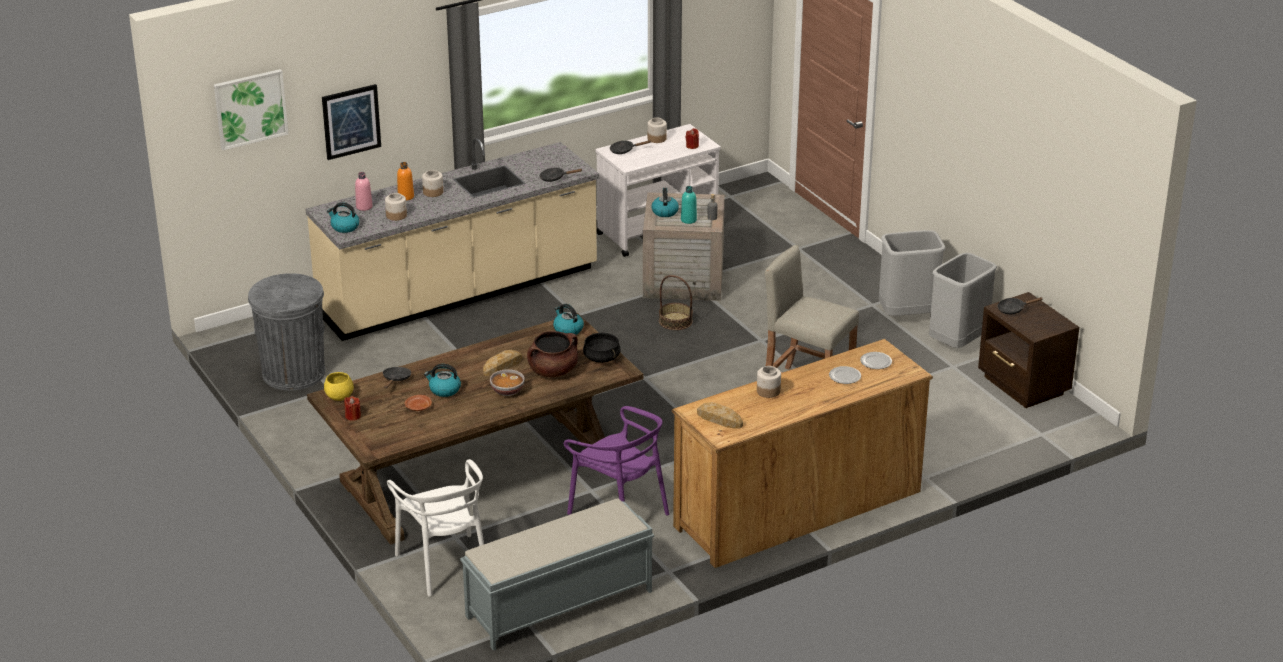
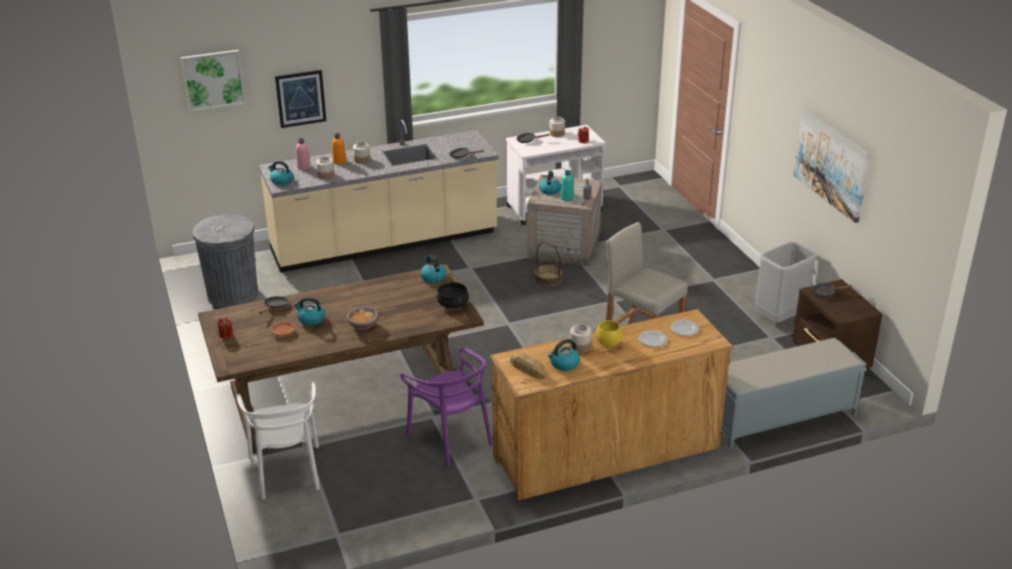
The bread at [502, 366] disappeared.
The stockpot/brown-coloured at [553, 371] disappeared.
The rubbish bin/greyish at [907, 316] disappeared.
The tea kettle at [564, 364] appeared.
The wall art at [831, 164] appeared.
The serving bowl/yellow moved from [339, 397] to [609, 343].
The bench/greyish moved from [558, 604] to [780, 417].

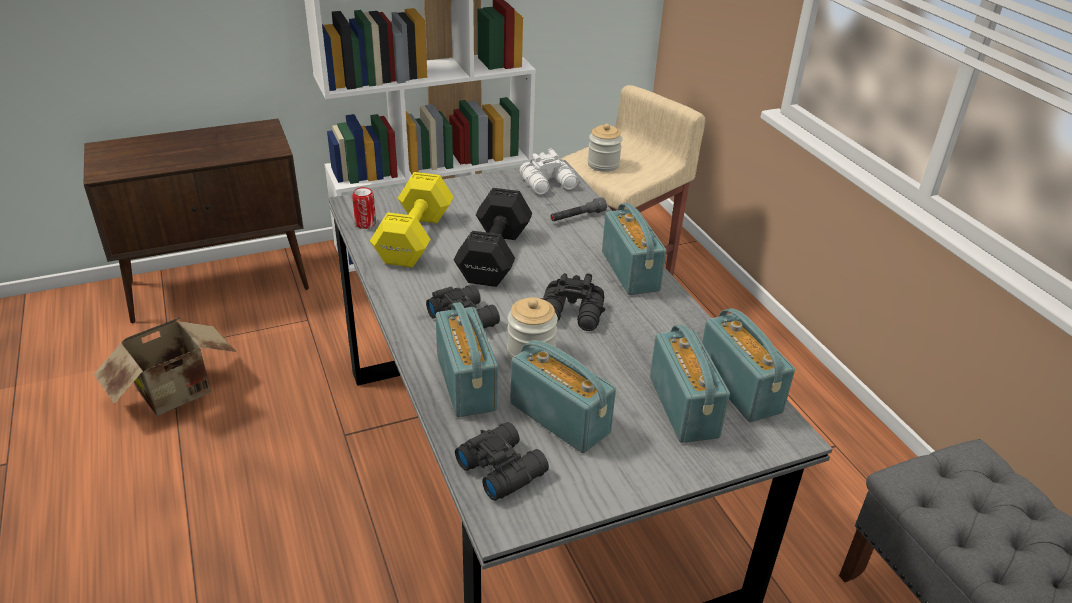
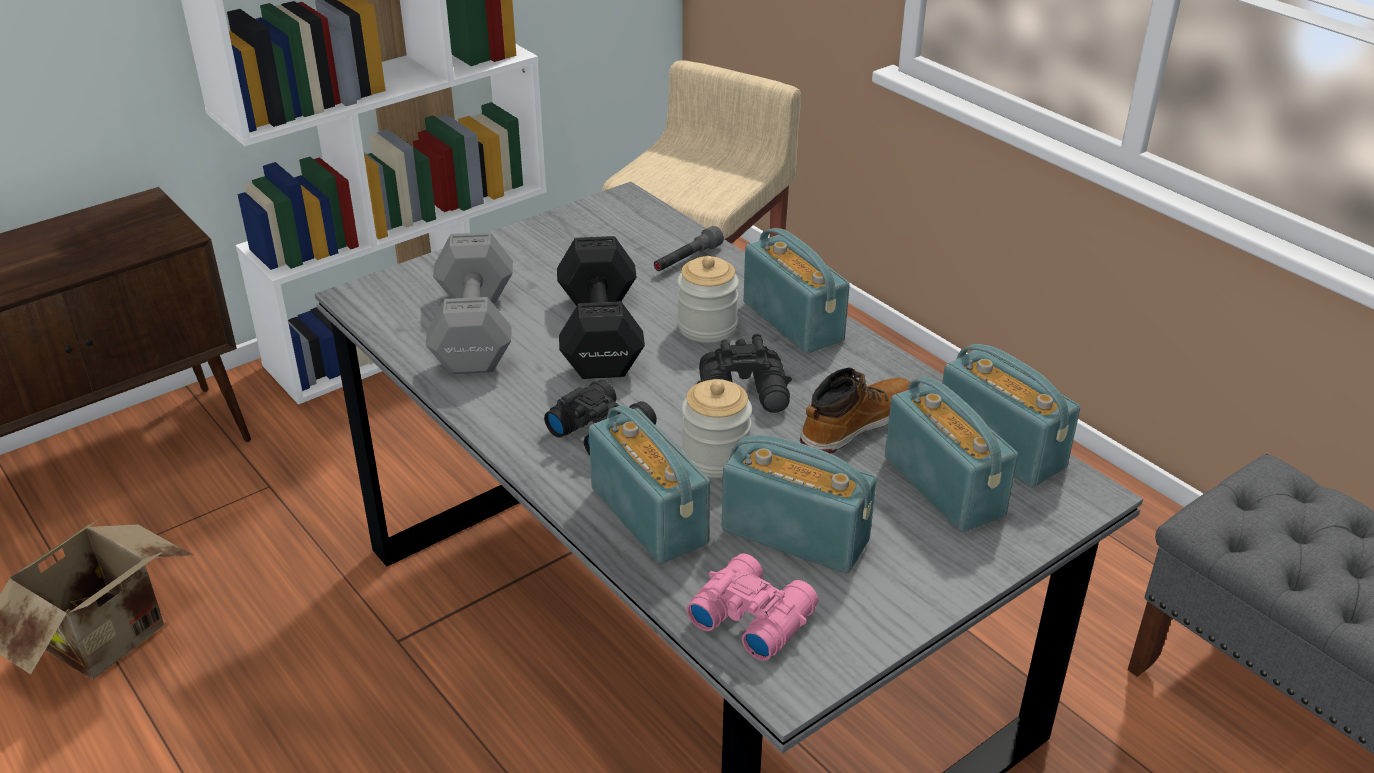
The can at [365, 224] disappeared.
The field glasses/white-coloured at [549, 184] disappeared.
The high-top boot at [855, 424] appeared.
The storage jar moved from [603, 165] to [707, 327].
The free weight/yellow at [412, 239] became the free weight/greyish at [472, 332].
The field glasses/blackish at [502, 467] became the field glasses/pink-coloured at [751, 616].

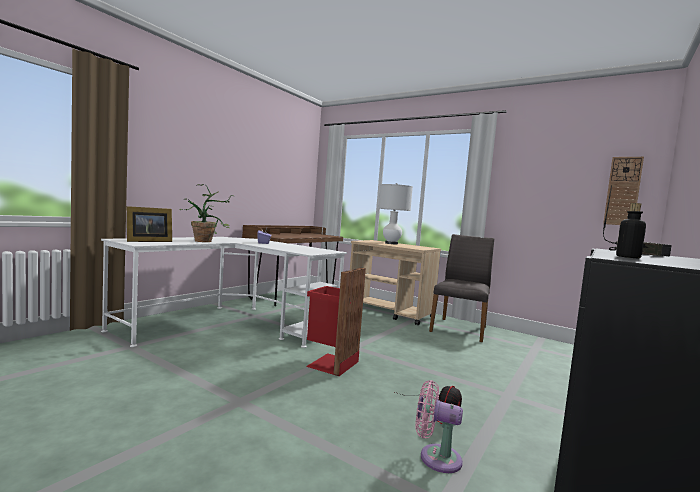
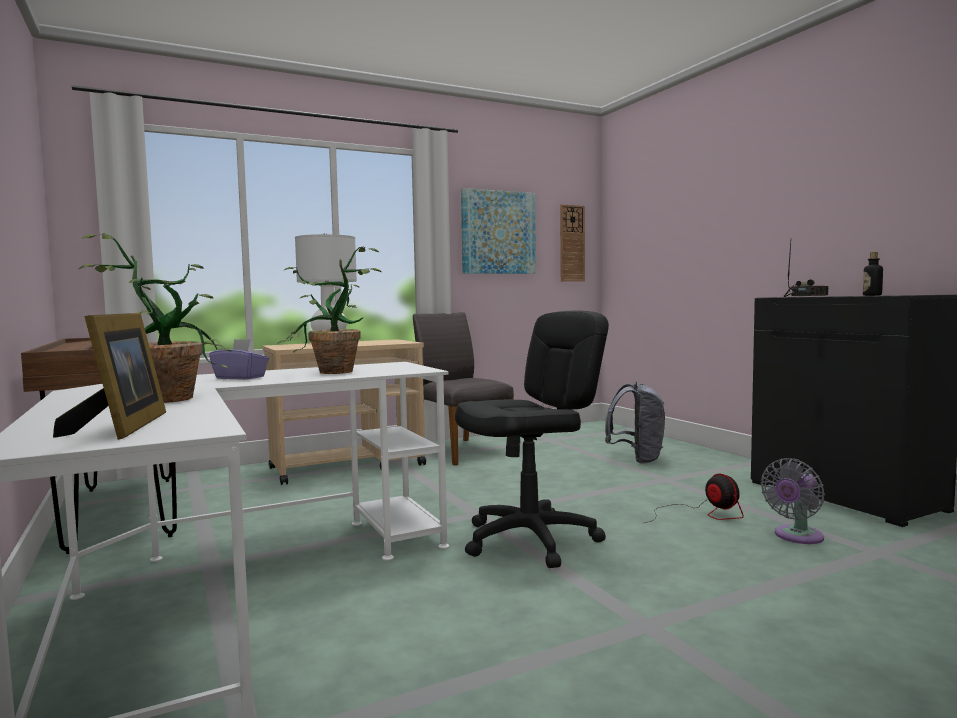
The plant in a pot at [332, 373] appeared.
The wall art at [498, 232] appeared.
The rucksack/greyish at [637, 459] appeared.
The rubbish bin/reddish at [330, 363] was replaced by the computer chair/blackish at [530, 540].
The fan/pink-coloured at [436, 457] became the fan/greyish at [796, 537].

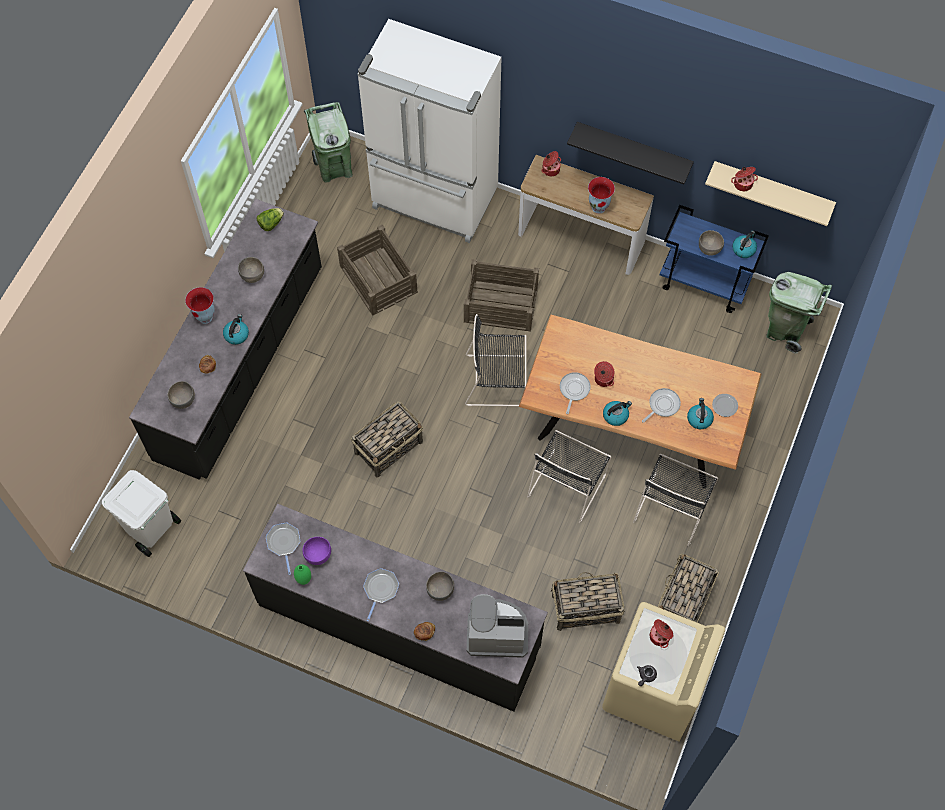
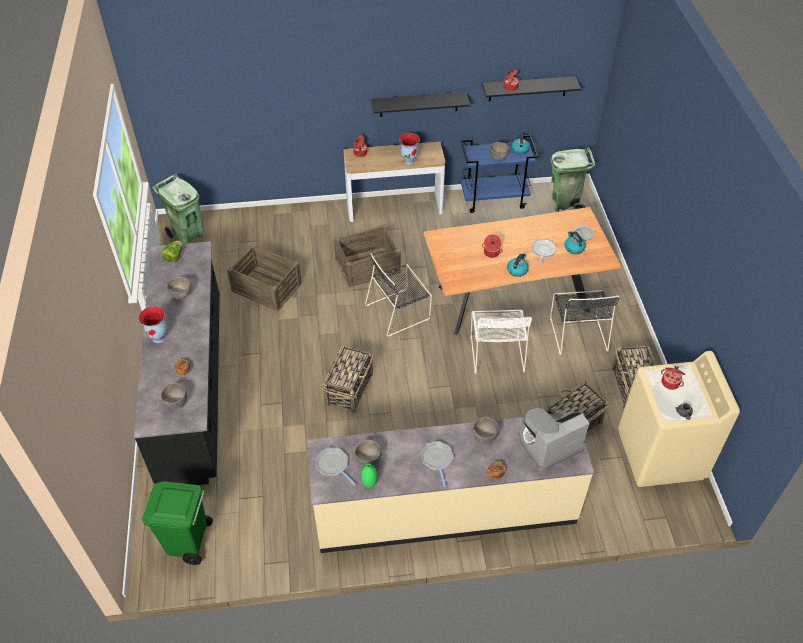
The tea kettle at [236, 334] disappeared.
The kitchen fridge/white-coloured at [434, 201] disappeared.
The skillet at [574, 390] disappeared.
The rubbish bin/white-coloured at [151, 530] became the rubbish bin/green at [188, 542].
The kitchen base unit/blackish at [399, 625] became the kitchen base unit/beige at [444, 508].
The serving bowl/purple at [318, 555] became the serving bowl/greyish at [368, 460].
The chair/blackish at [568, 483] became the chair/white-coloured at [496, 352].
The shelf/beige at [772, 189] became the shelf/blackish at [527, 88].

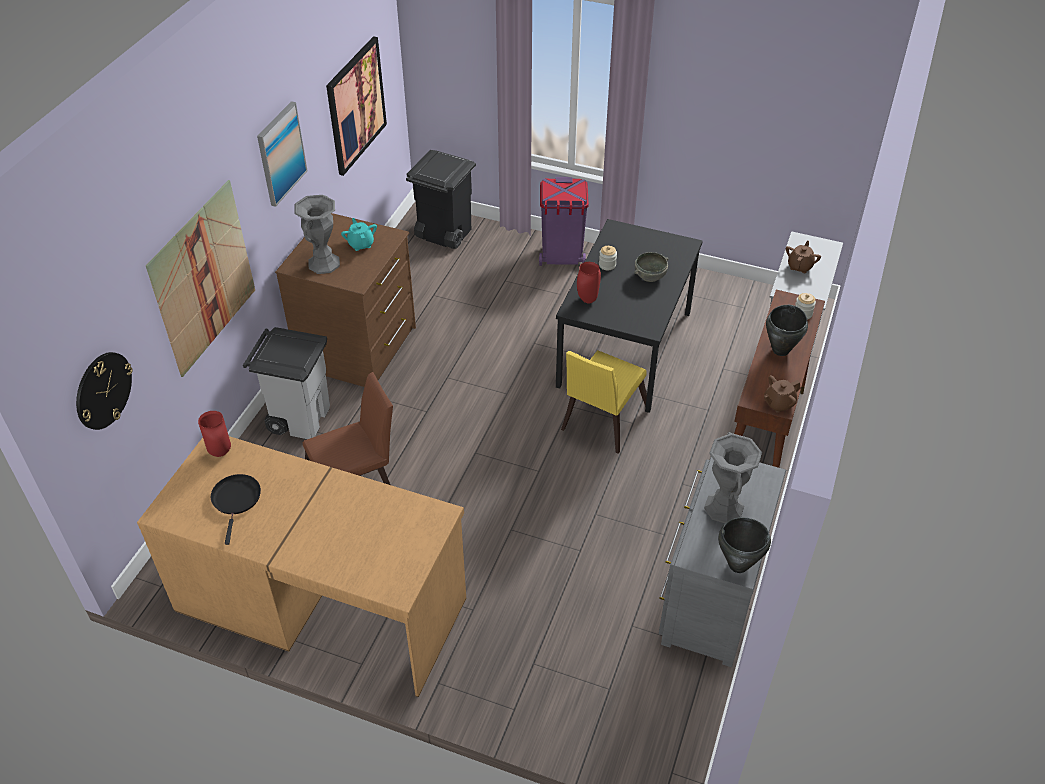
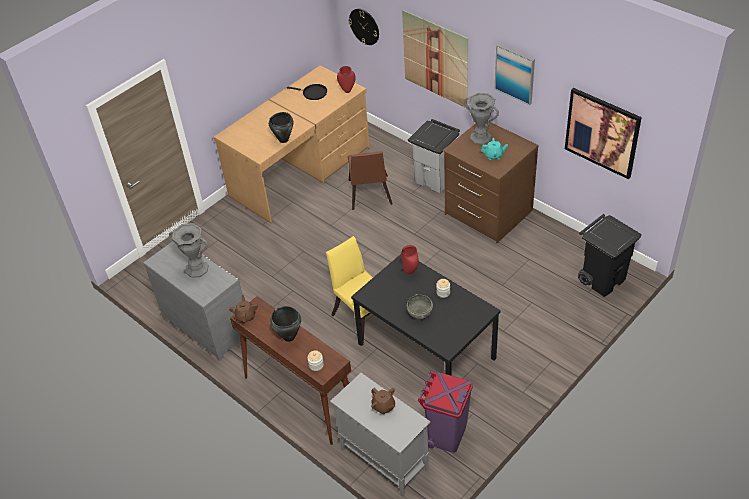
The rubbish bin/purple moved from [562, 257] to [446, 434].
The stockpot/blackish moved from [738, 565] to [283, 139].

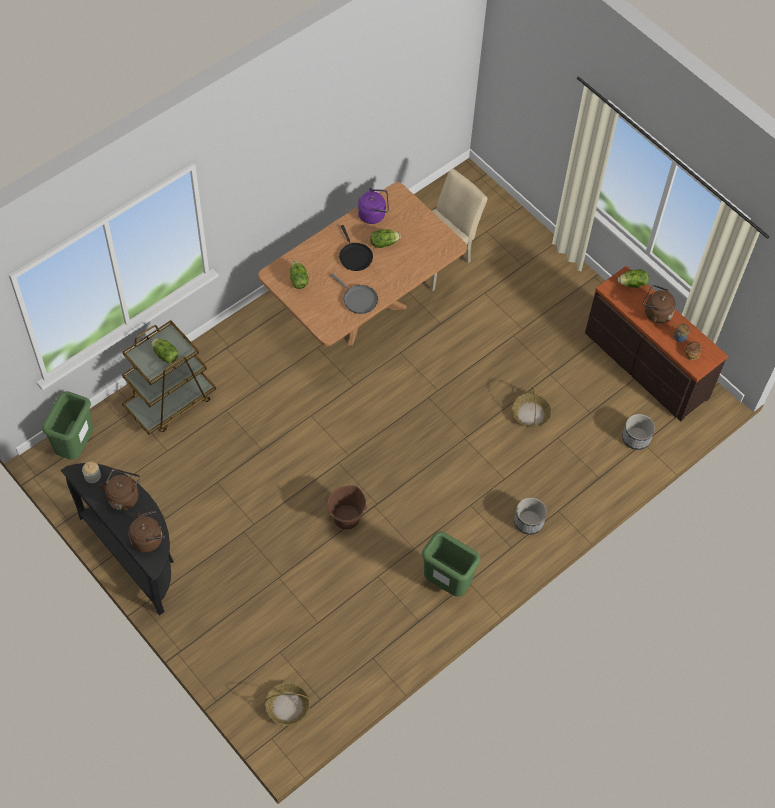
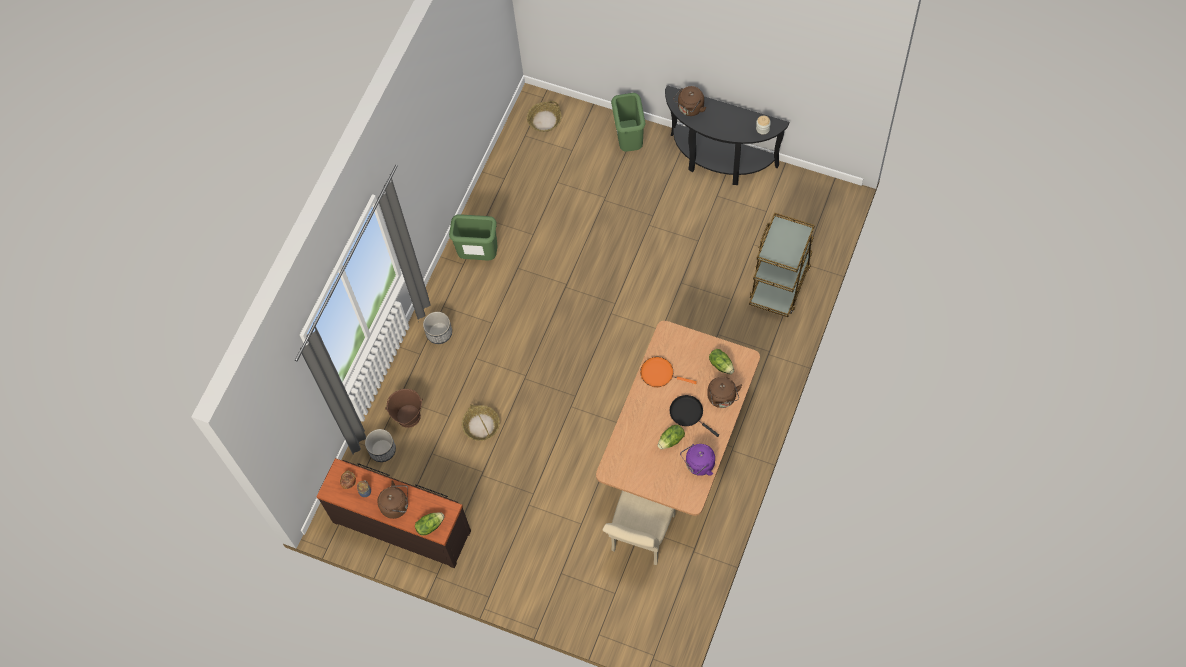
The lettuce head at [165, 355] disappeared.
The rubbish bin/green moved from [75, 446] to [630, 142].
The tea kettle/brown-coloured moved from [123, 496] to [722, 398].
The bucket/brown-coloured moved from [346, 518] to [408, 416].
The skillet/greyish at [358, 299] became the skillet/orange at [659, 374].

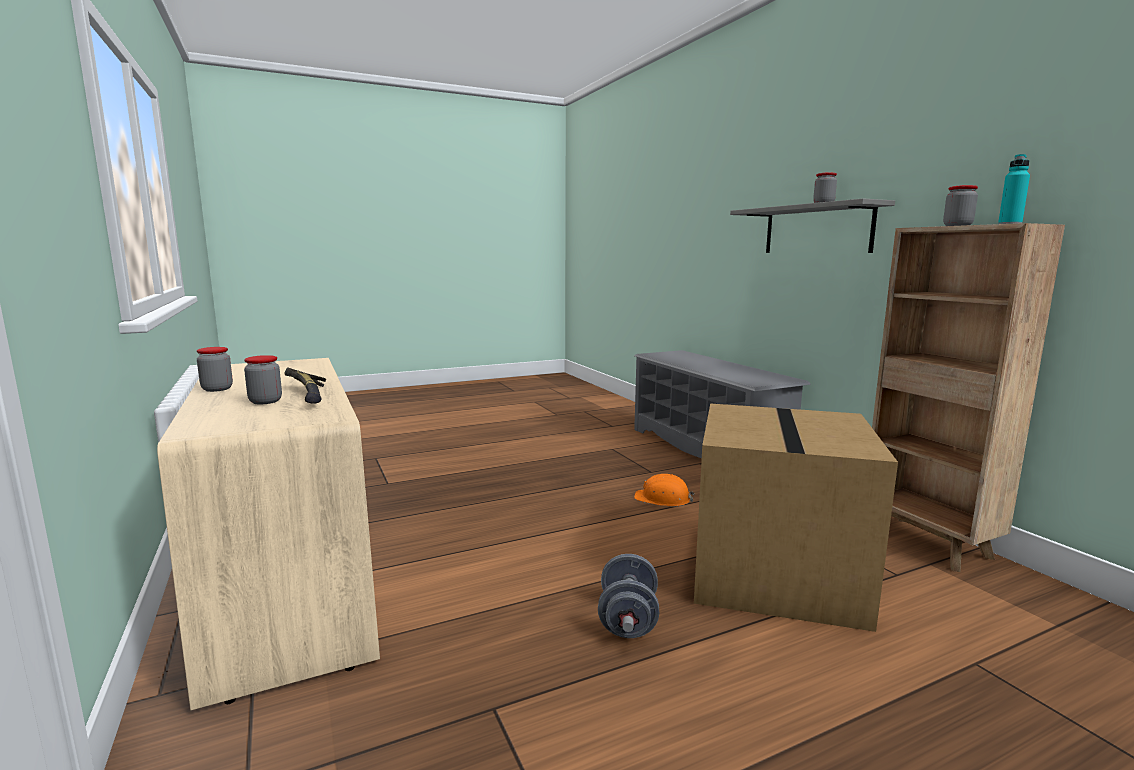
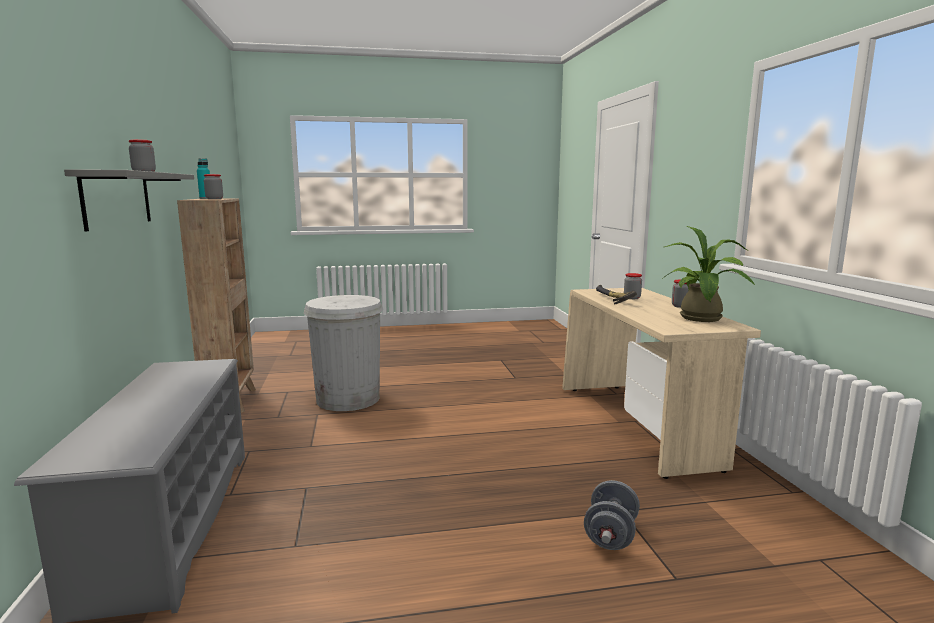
The hard hat/orange at [663, 499] disappeared.
The plant in a pot at [702, 319] appeared.
The free weight/greyish moved from [628, 620] to [610, 535].
The cardboard box at [773, 572] was replaced by the rubbish bin/white-coloured at [348, 399].

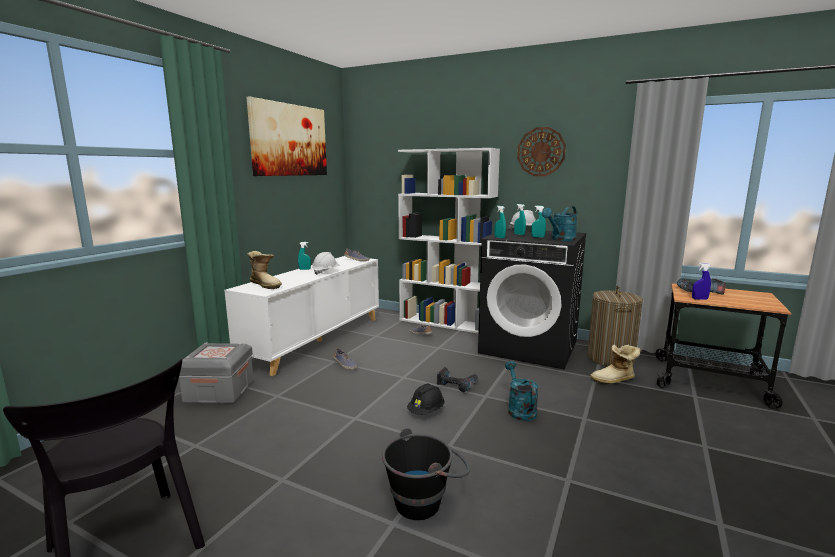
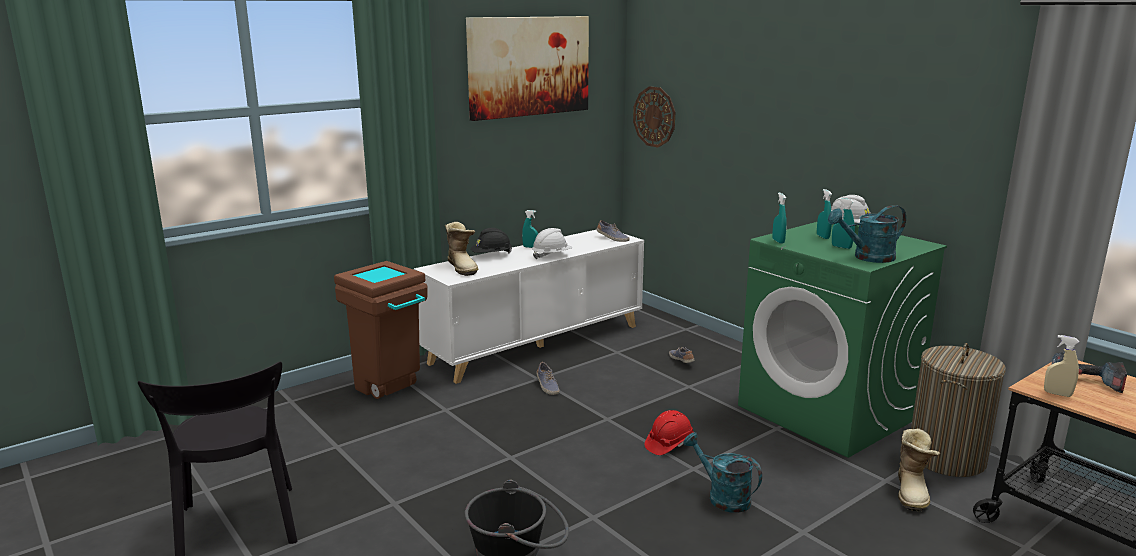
The bookshelf/white-coloured at [445, 323] disappeared.
The hard hat/blackish moved from [426, 411] to [491, 255].
The wall clock moved from [541, 152] to [654, 117].
The storage container/greyish at [219, 390] was replaced by the rubbish bin/brown-coloured at [391, 389].
The power drill at [457, 384] was replaced by the hard hat/reddish at [668, 444].
The washing machine/blackish at [529, 347] became the washing machine/green at [828, 412].
The spray bottle/blue-coloured at [699, 299] became the spray bottle/beige at [1057, 394].
The watering pot/turquoise-coloured at [519, 409] turned 60 degrees counterclockwise.
The high-top boot at [614, 380] turned 90 degrees counterclockwise.

